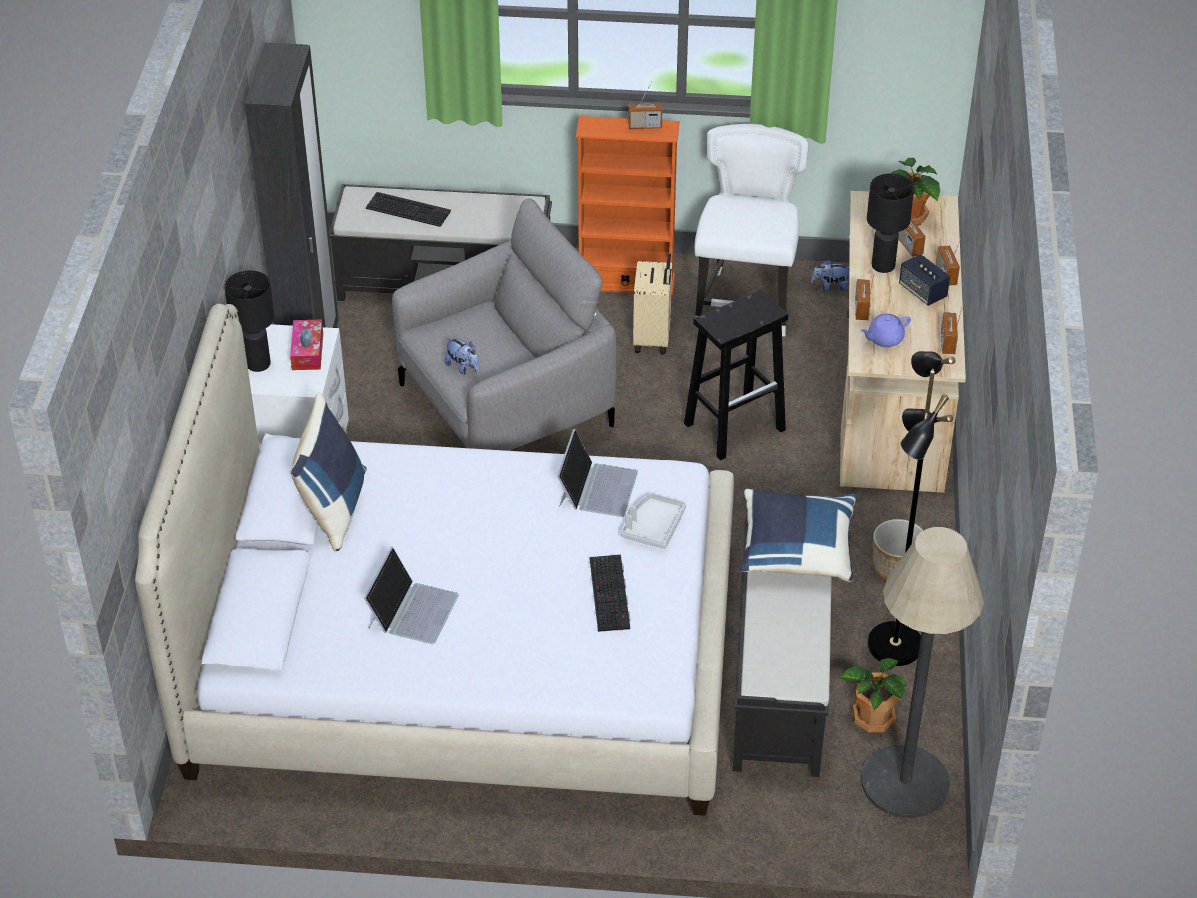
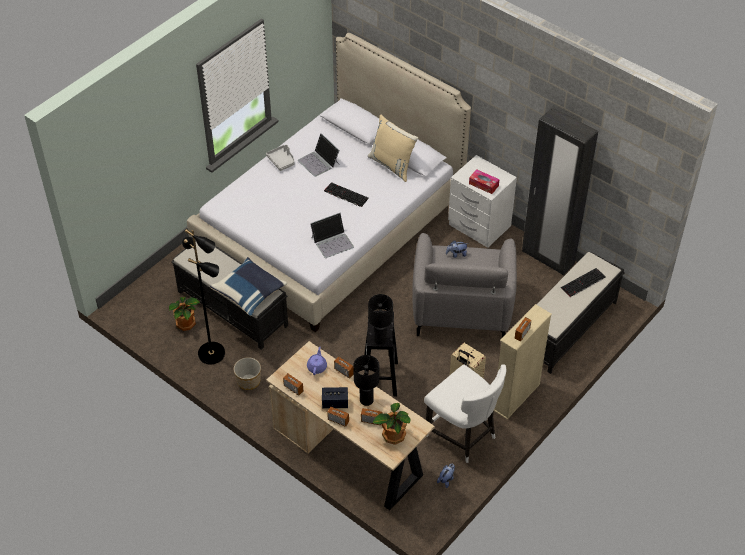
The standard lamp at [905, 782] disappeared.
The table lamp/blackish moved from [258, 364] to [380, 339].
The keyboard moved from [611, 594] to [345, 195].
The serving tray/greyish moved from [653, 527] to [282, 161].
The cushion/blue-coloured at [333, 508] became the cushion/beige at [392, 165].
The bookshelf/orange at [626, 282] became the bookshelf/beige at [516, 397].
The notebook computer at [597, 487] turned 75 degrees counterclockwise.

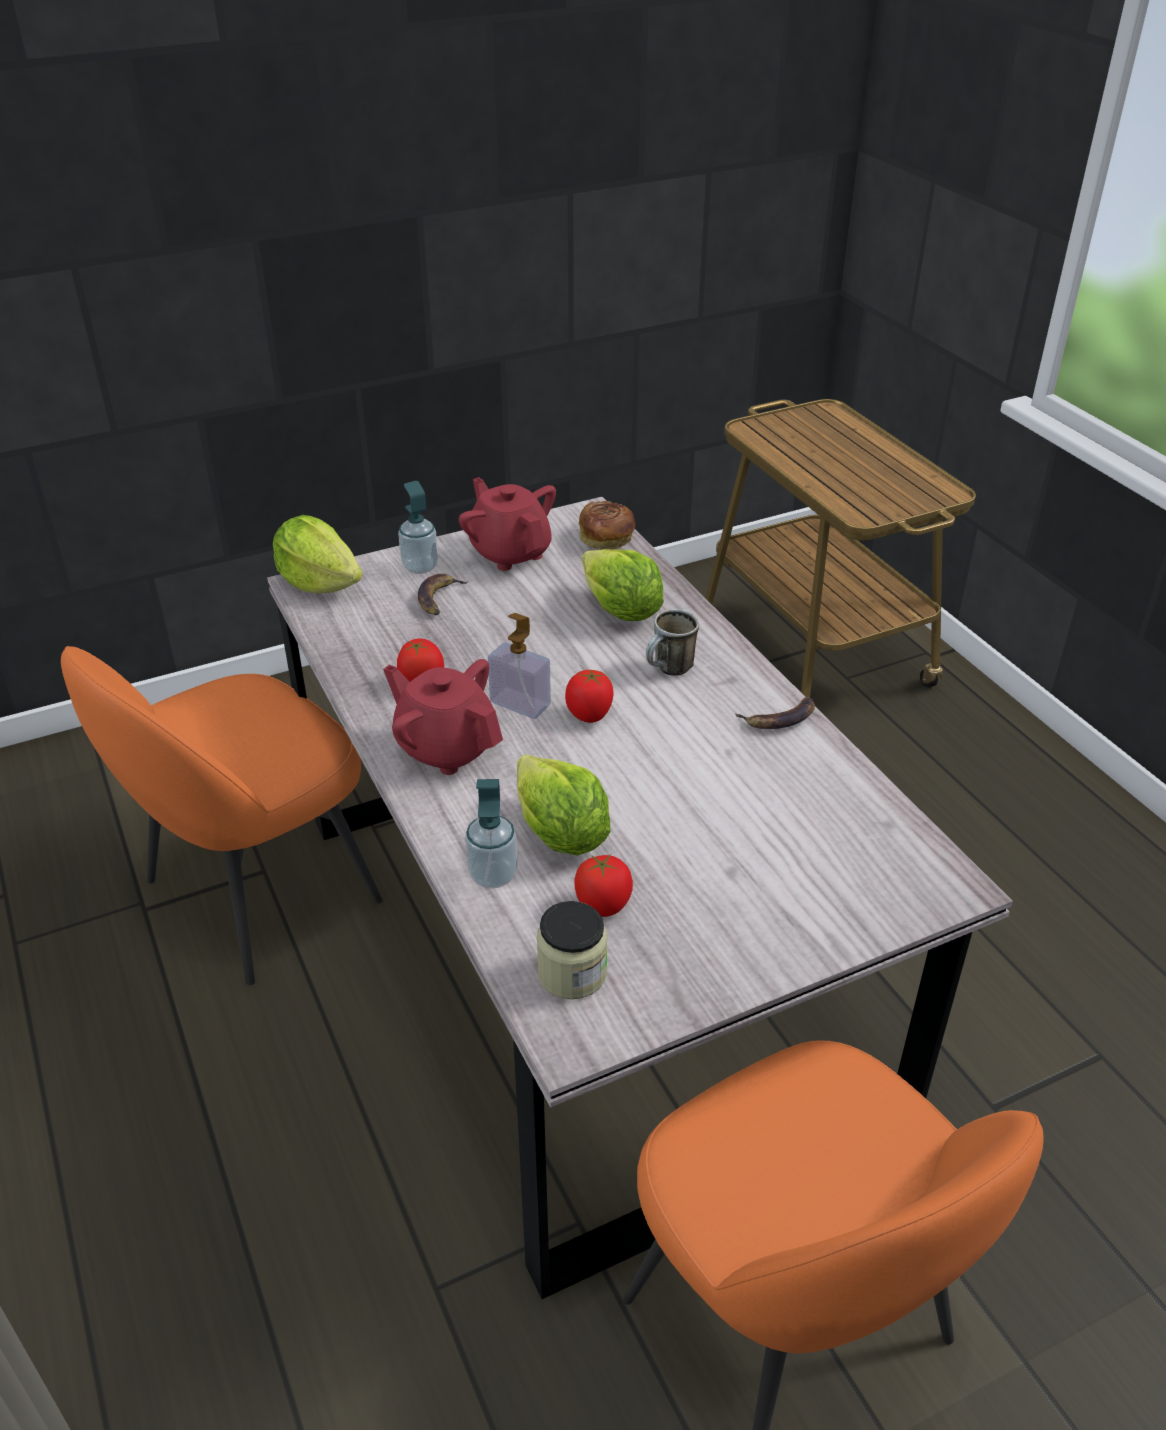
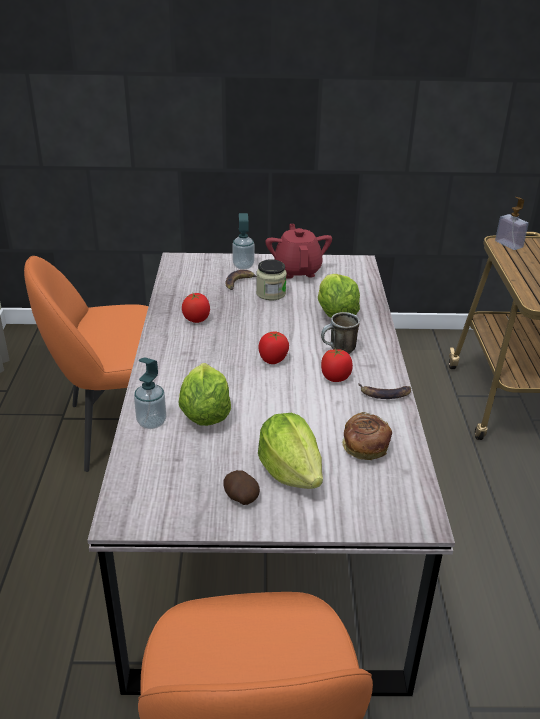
The pot for tea/reddish at [446, 748] disappeared.
The potato at [240, 497] appeared.
The lettuce head moved from [319, 583] to [290, 471].
The soap dispenser moved from [520, 703] to [508, 244].
The storage jar moved from [572, 973] to [271, 293].
The fresh tomato moved from [603, 905] to [335, 378].
The bread moved from [606, 539] to [365, 448].

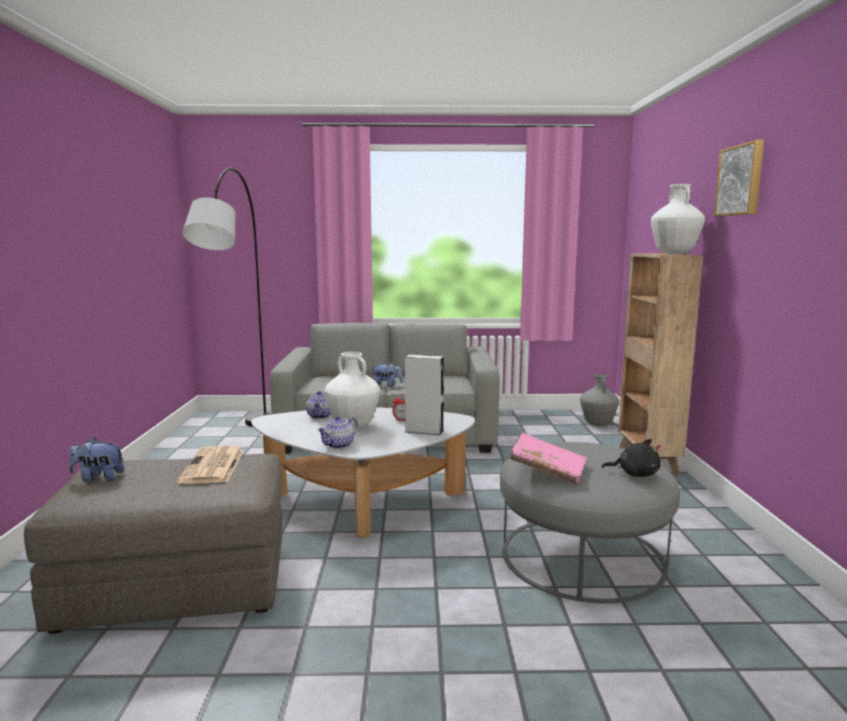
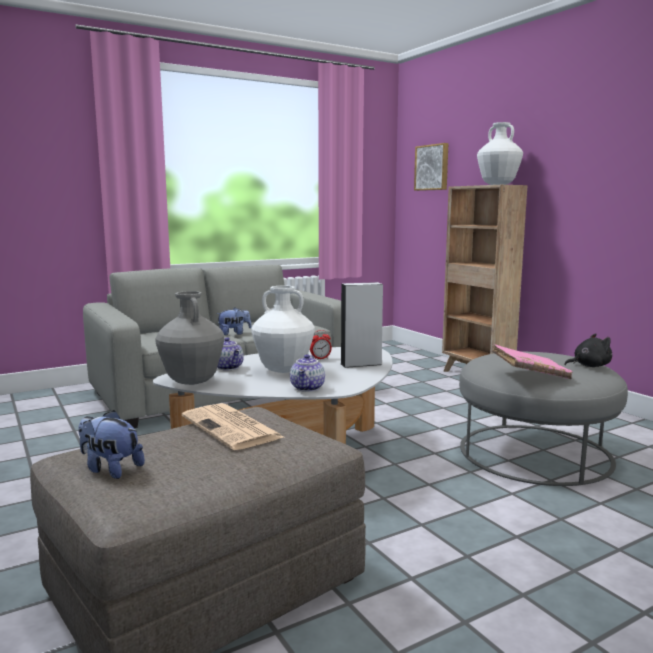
The standard lamp/greyish at [245, 443] disappeared.
The decorative vase/greyish moved from [598, 424] to [192, 382].
The wall art moved from [741, 180] to [432, 167].
The cuddly toy at [98, 478] turned 60 degrees clockwise.

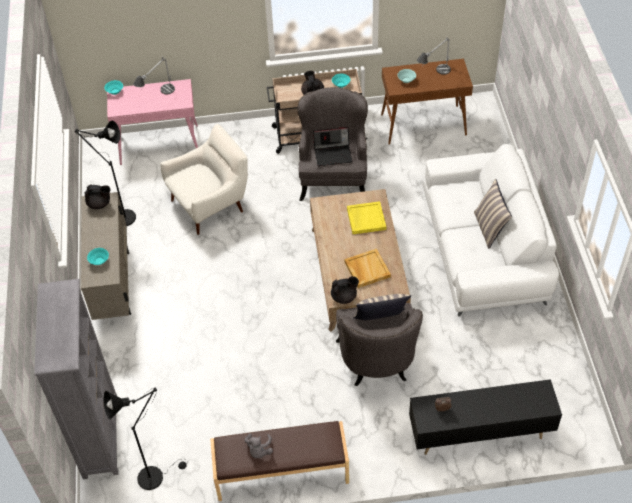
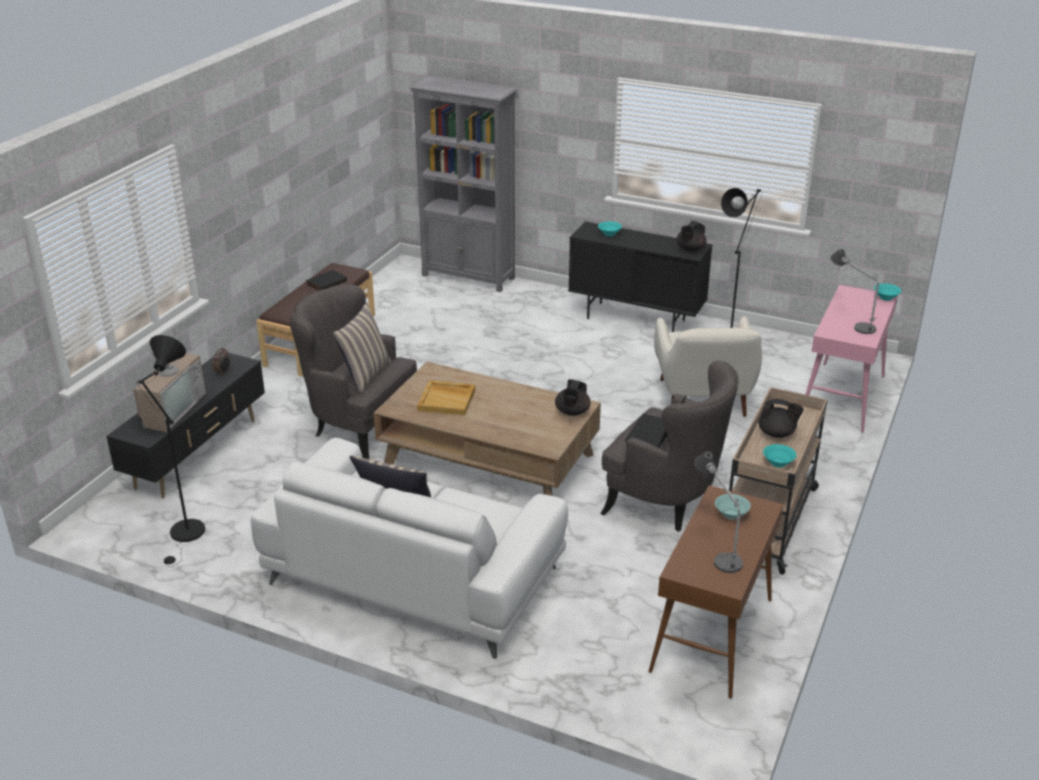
The serving tray/yellow at [366, 219] disappeared.
The television at [171, 409] appeared.
The standard lamp/blackish moved from [155, 475] to [186, 536].
The pot for tea/blackish moved from [344, 297] to [572, 412].
The cuddly toy/greyish at [259, 450] was replaced by the bound book/blackish at [326, 282].
The cupboard/beige at [114, 285] became the cupboard/blackish at [636, 319].

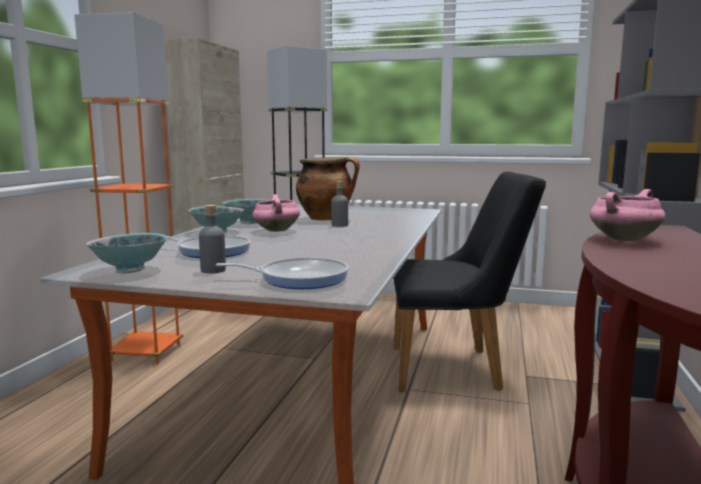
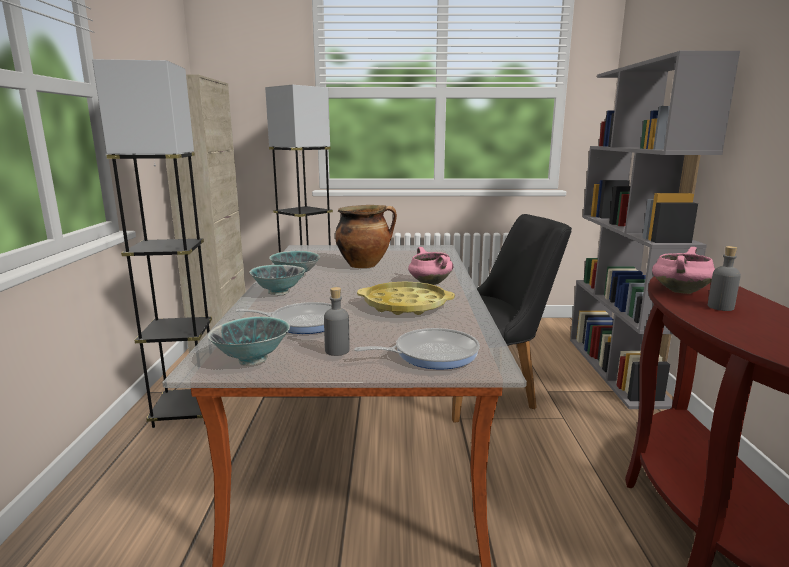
The serving tray/yellow at [405, 305] appeared.
The stockpot/pink-coloured moved from [276, 231] to [429, 283].
The bottle/greyish moved from [339, 225] to [720, 307].
The standard lamp/orange at [146, 353] became the standard lamp/greyish at [186, 412].

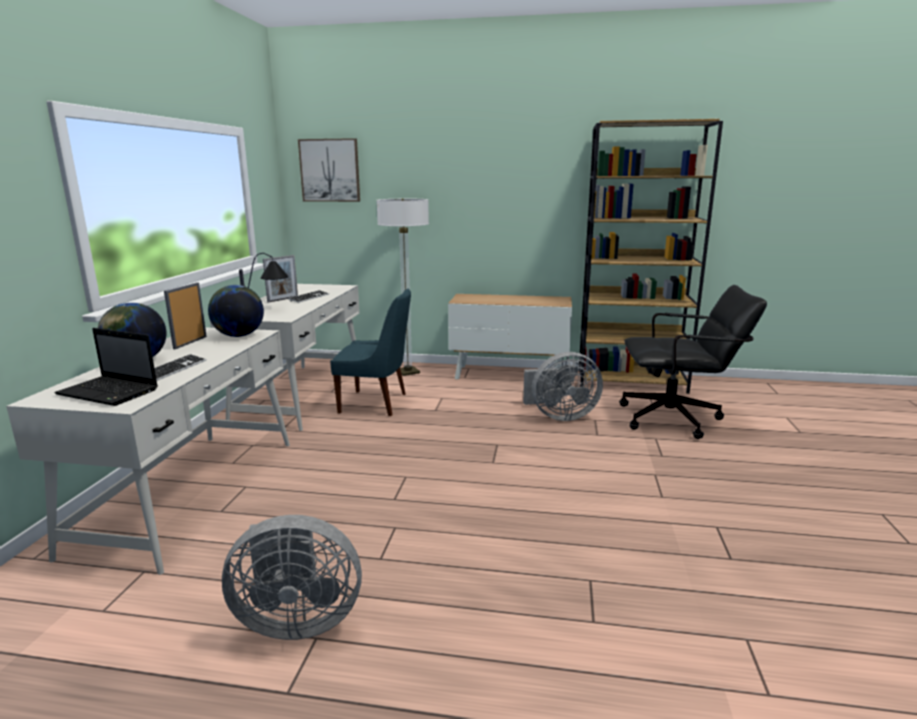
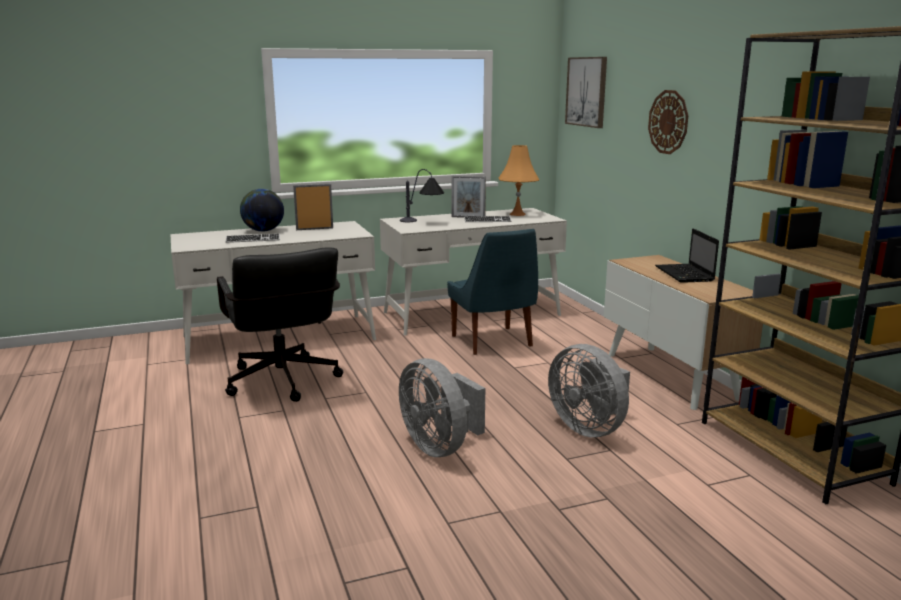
The world globe at [239, 335] disappeared.
The standard lamp at [408, 372] disappeared.
The table lamp/orange at [517, 214] appeared.
The wall clock at [668, 122] appeared.
The notebook computer moved from [110, 392] to [685, 274].
The fan/greyish moved from [296, 620] to [440, 446].
The computer chair/blackish moved from [679, 419] to [284, 384].

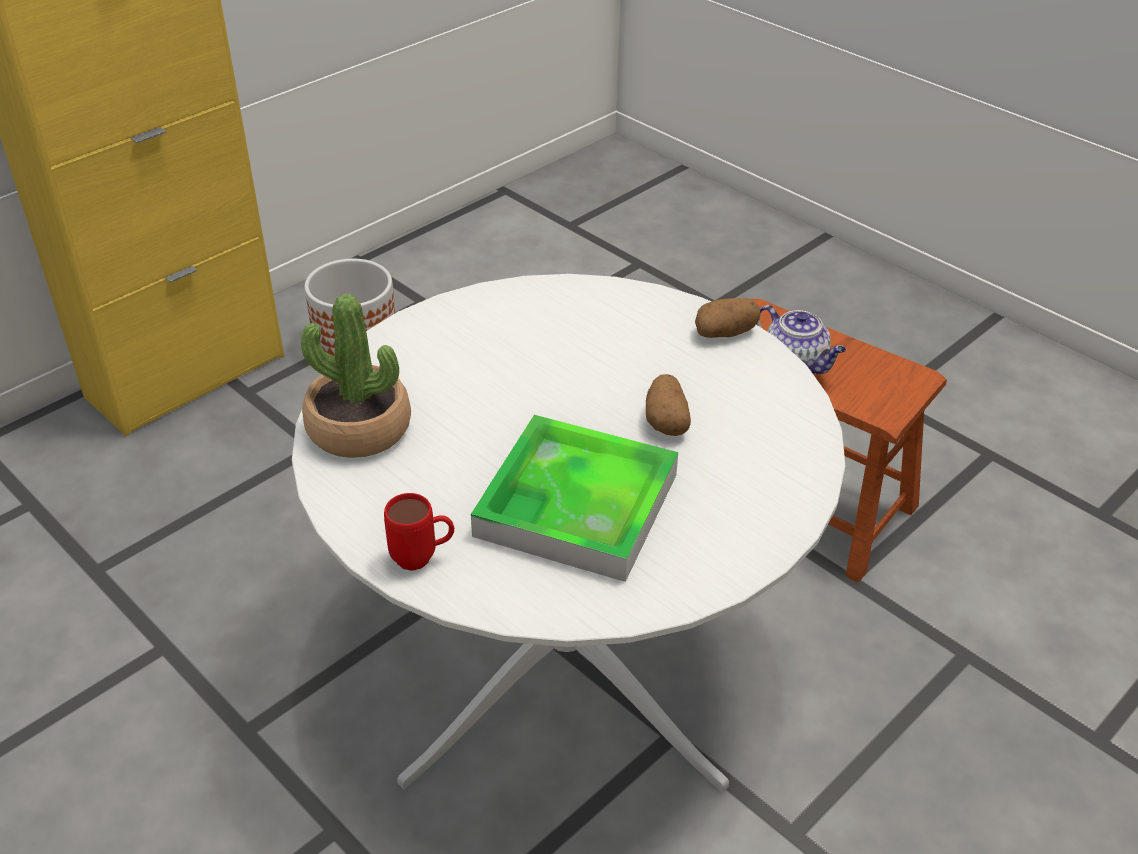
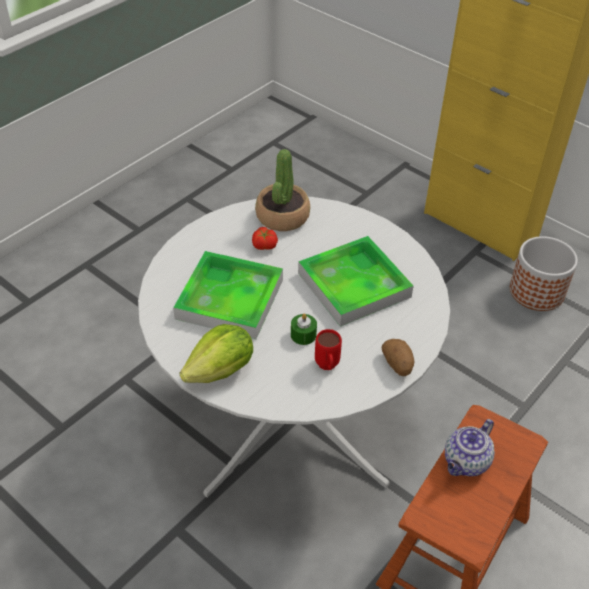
The lettuce head at [221, 371] appeared.
The fresh tomato at [264, 246] appeared.
The serving tray at [354, 285] appeared.
The coffee mug/reddish moved from [423, 559] to [327, 367].
The potato at [666, 420] was replaced by the wax candle/green at [303, 335].

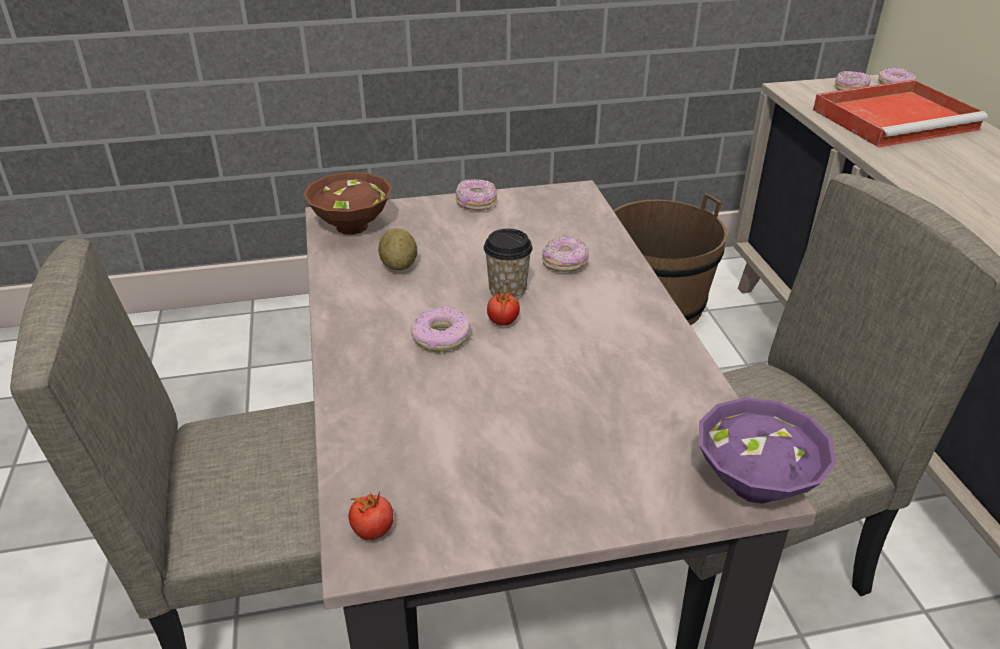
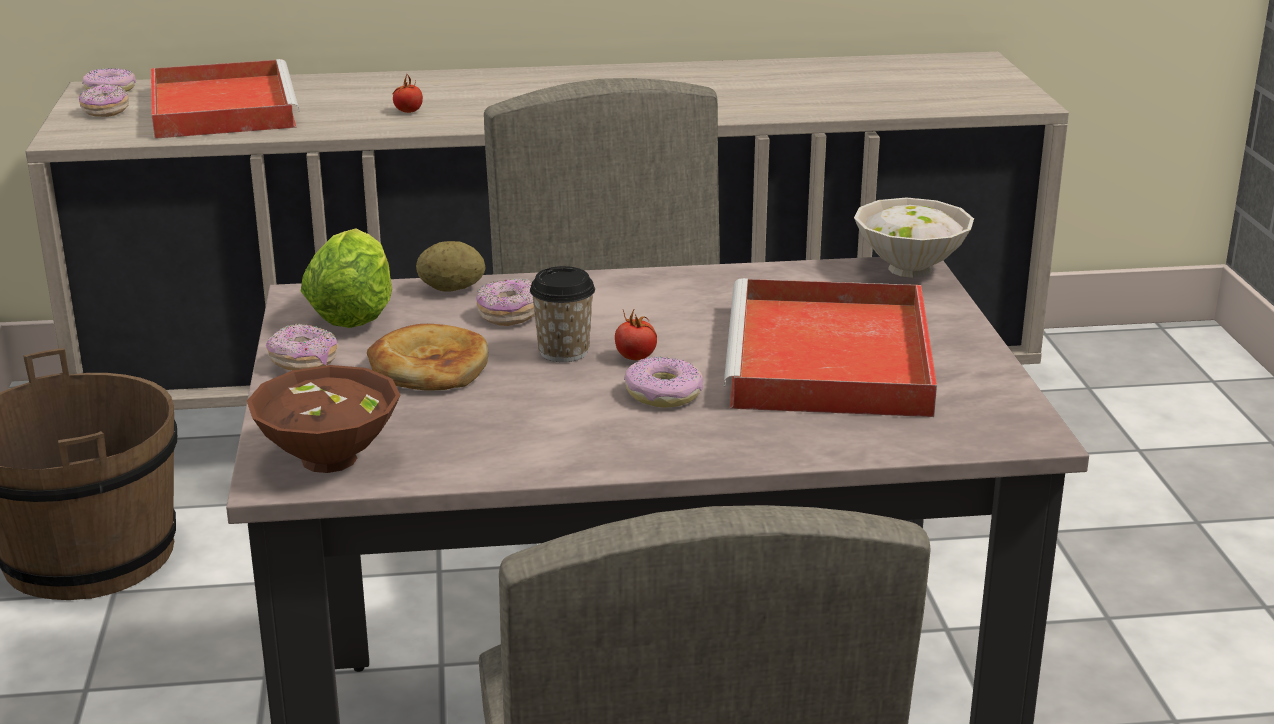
The lettuce head at [354, 311] appeared.
The bread at [429, 367] appeared.
The serving tray/reddish at [831, 361] appeared.
The fresh tomato moved from [373, 530] to [408, 111].
The potato moved from [399, 265] to [451, 289].
The serving bowl/purple at [757, 487] became the serving bowl/white-coloured at [911, 268].

